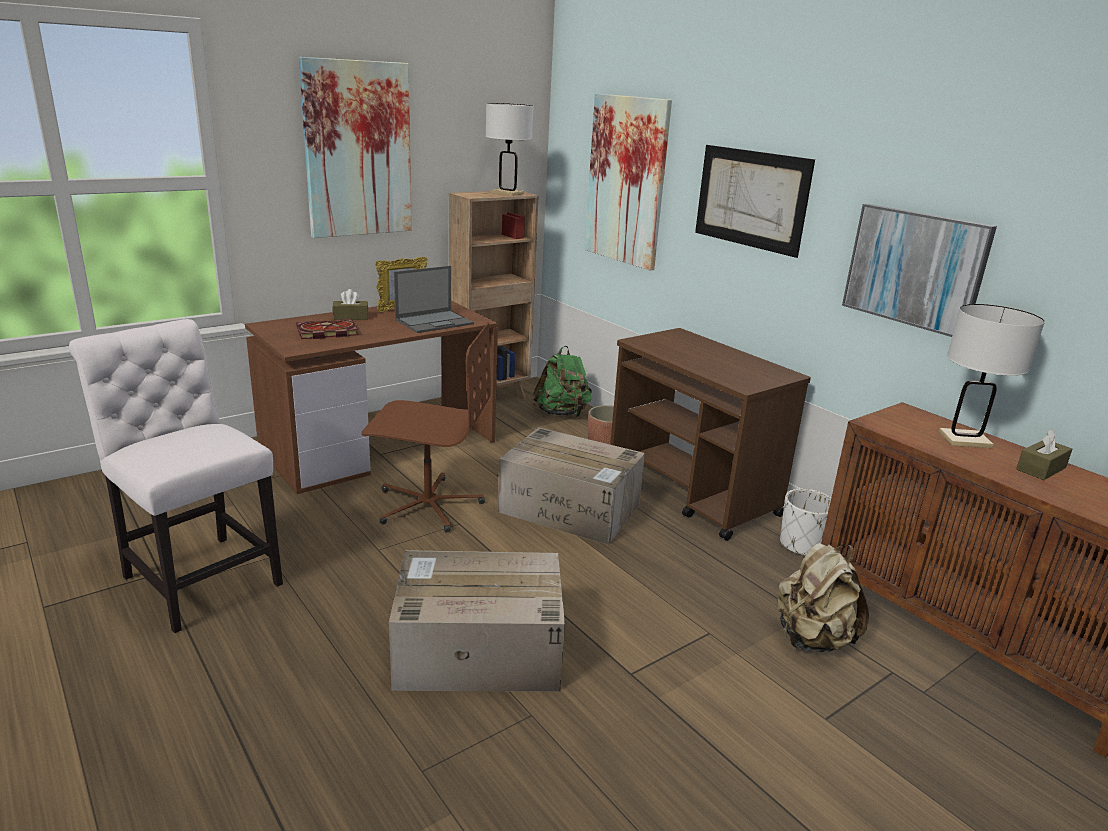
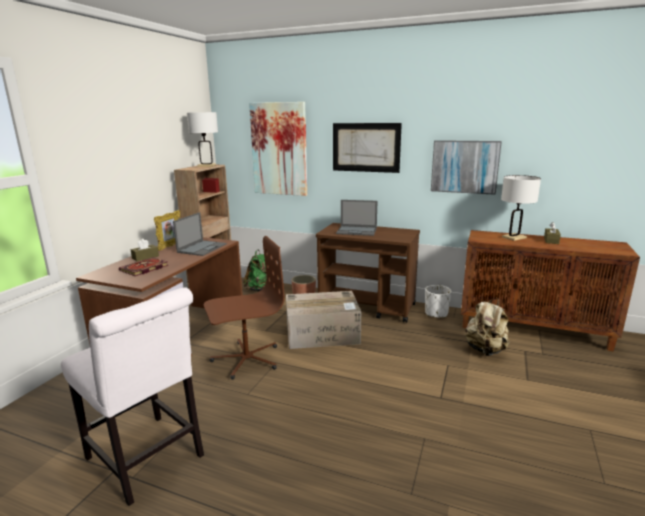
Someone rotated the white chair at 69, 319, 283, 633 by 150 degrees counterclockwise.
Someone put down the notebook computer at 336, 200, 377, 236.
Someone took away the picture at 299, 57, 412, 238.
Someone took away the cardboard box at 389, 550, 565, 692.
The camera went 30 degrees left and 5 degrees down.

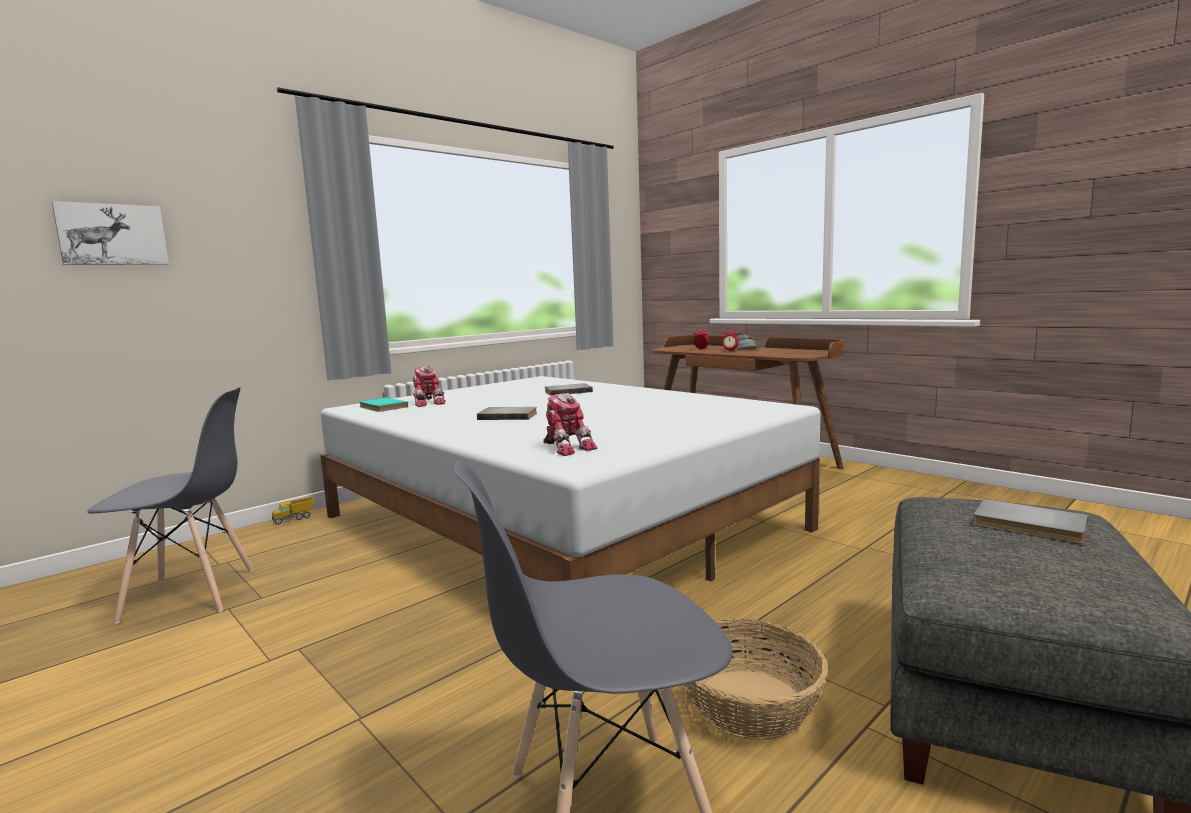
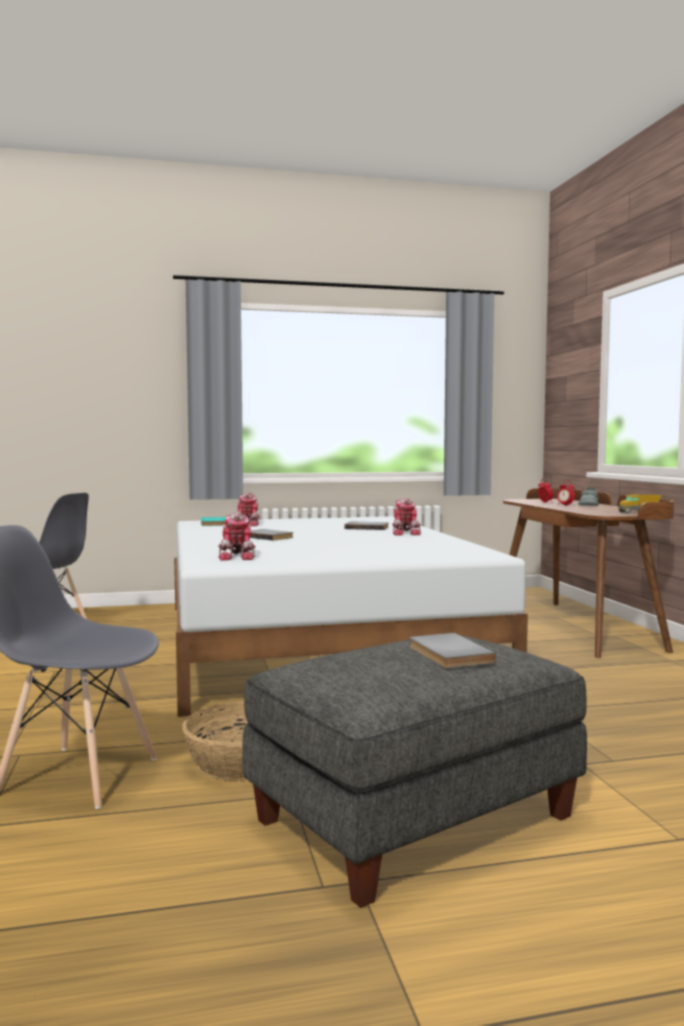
Someone put down the toy robot at 392, 498, 421, 536.
Someone carried the toy truck from 272, 497, 315, 525 to 618, 494, 662, 513.
Someone took away the picture at 52, 201, 169, 265.
The camera went 30 degrees right and 5 degrees down.

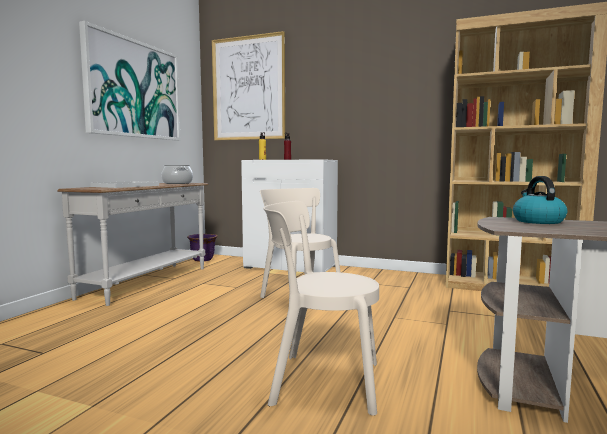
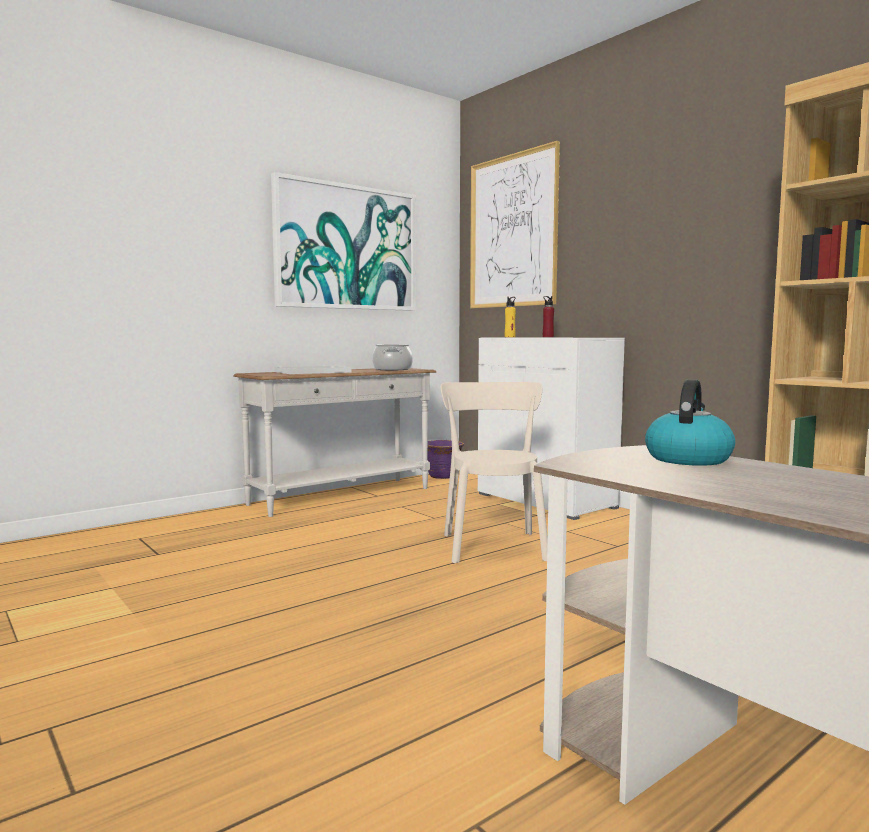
Someone took away the sand-coloured chair at 263, 201, 379, 416.
The camera went 30 degrees right and 0 degrees up.

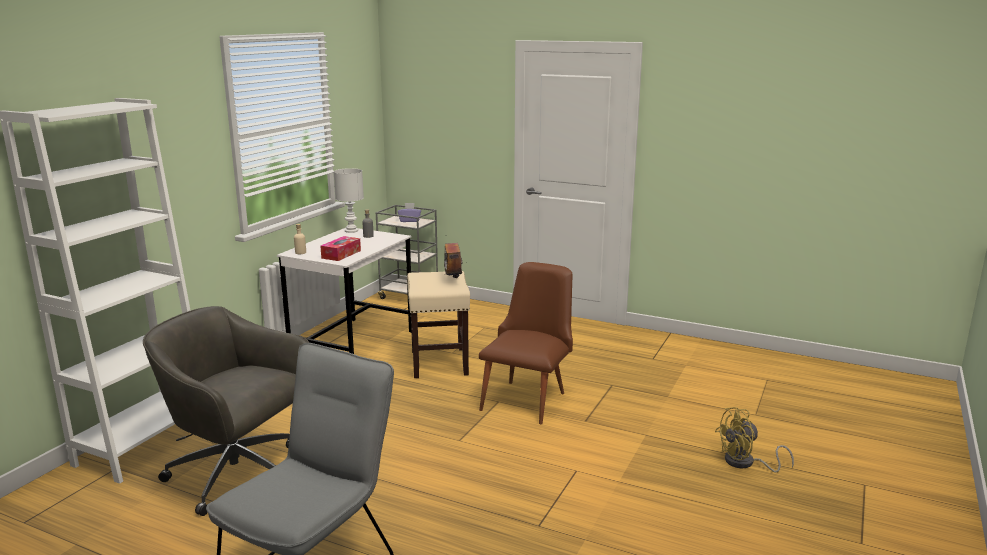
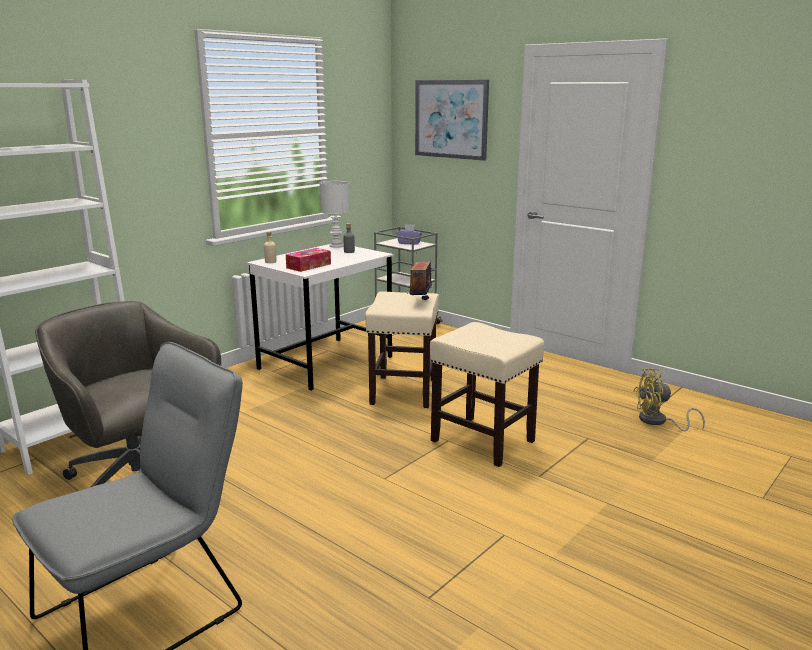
Someone put up the picture at 415, 80, 489, 161.
Someone swapped the brown-coloured chair at 479, 262, 573, 424 for the sand-coloured stool seat at 430, 322, 544, 467.
Someone carried the yellow electric fan from 715, 407, 794, 472 to 633, 368, 705, 431.
The camera went 15 degrees right and 0 degrees up.

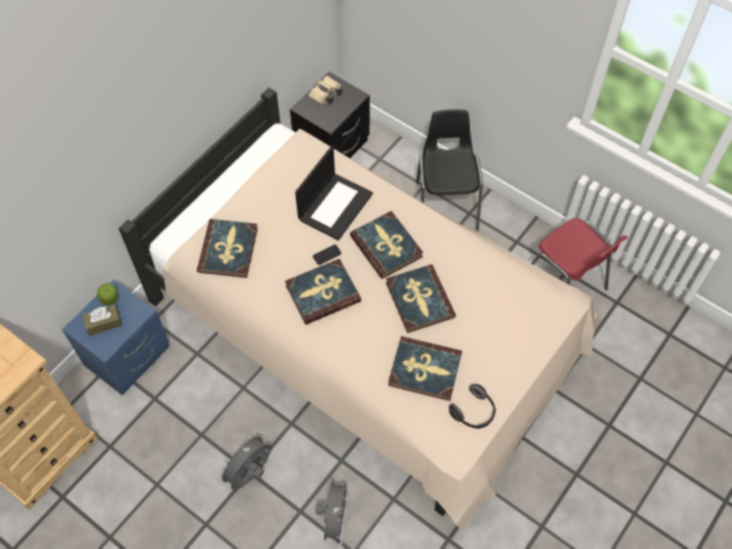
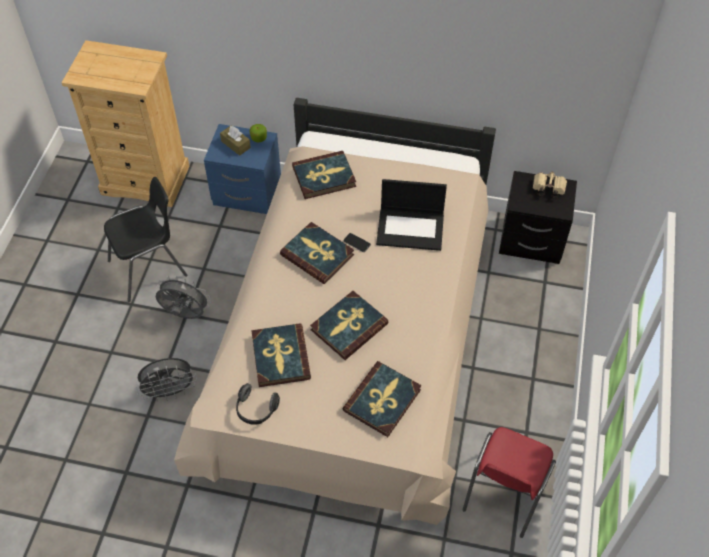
Someone carried the black chair from 416, 109, 483, 231 to 104, 177, 187, 302.
Someone carried the volume from 350, 211, 423, 279 to 342, 361, 421, 437.
The camera went 65 degrees right and 5 degrees down.

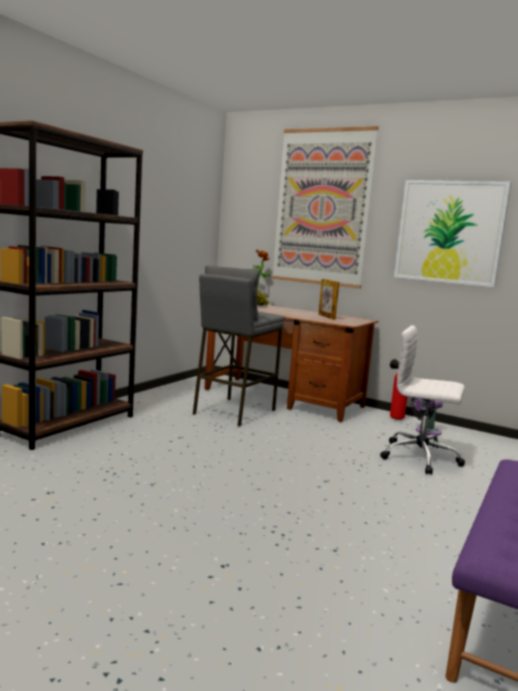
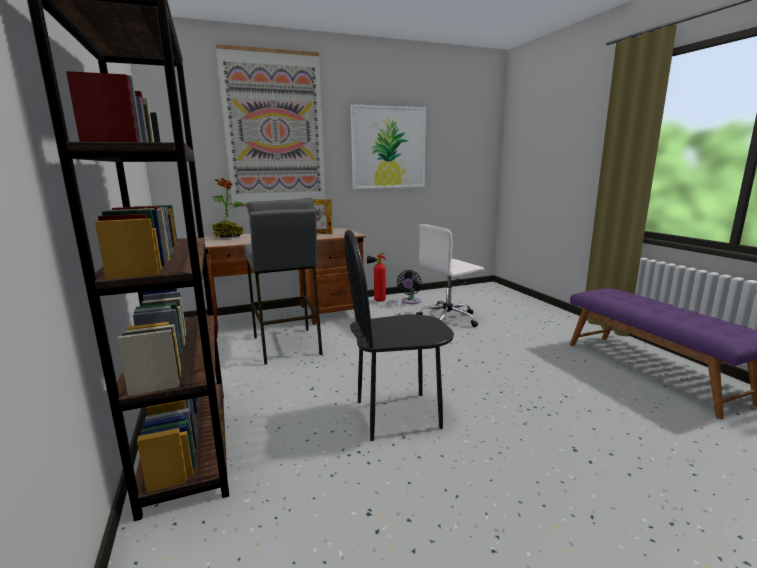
Someone put down the black chair at 344, 229, 454, 441.
The camera went 50 degrees left and 5 degrees up.

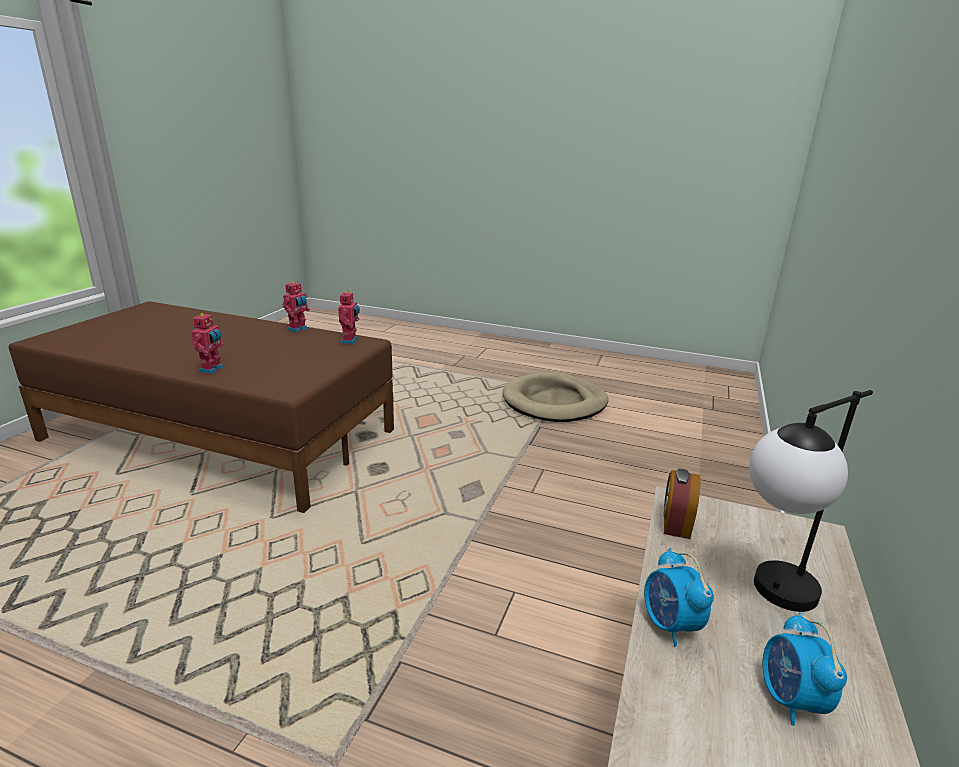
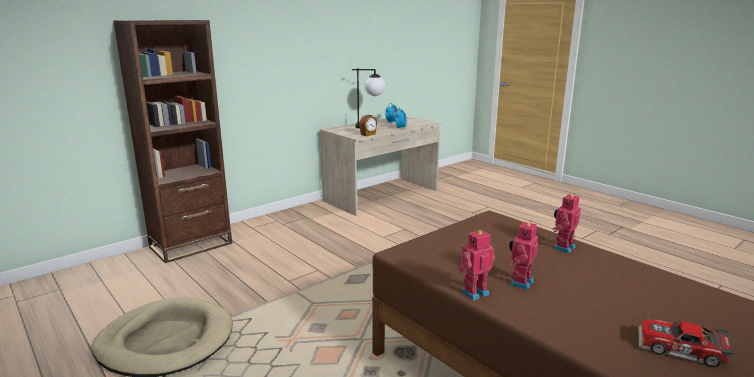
Someone put down the brown-coloured bookshelf at 113, 20, 232, 263.
Someone carried the toy robot from 338, 291, 360, 344 to 509, 220, 538, 290.
Someone put down the toy car at 638, 320, 734, 367.
The camera went 150 degrees left and 5 degrees down.

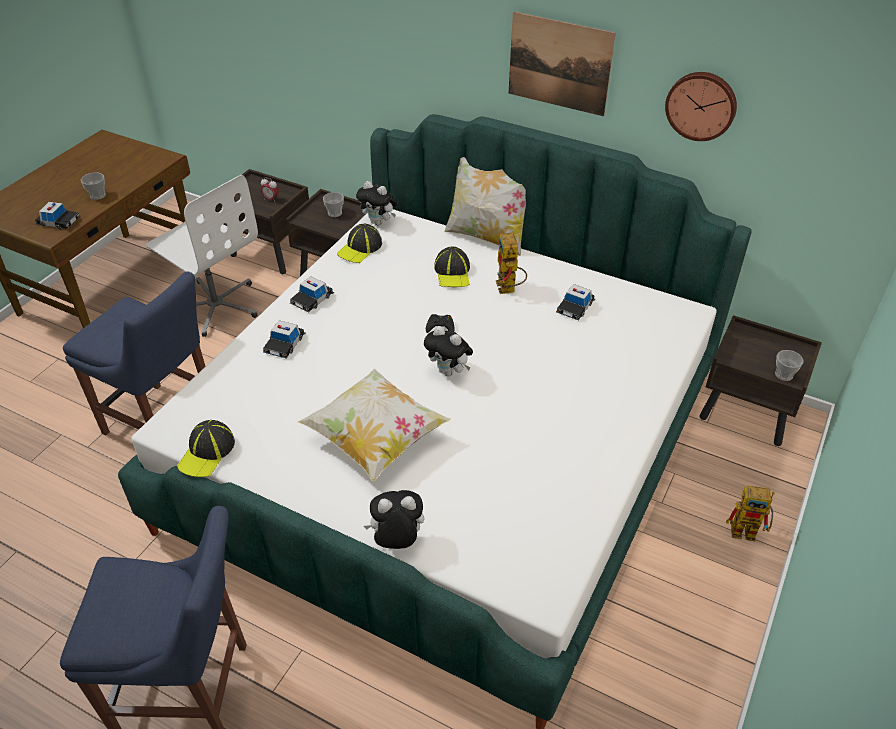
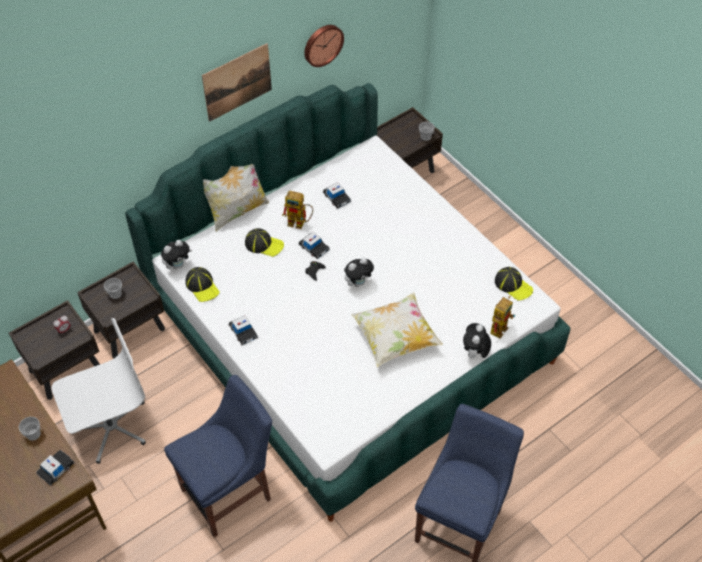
Someone carried the toy car from 263, 320, 305, 359 to 298, 232, 330, 259.
Someone carried the toy robot from 726, 485, 775, 541 to 490, 296, 515, 339.
Someone carried the peaked cap from 177, 420, 235, 477 to 495, 267, 533, 301.
The camera went 65 degrees left and 10 degrees up.

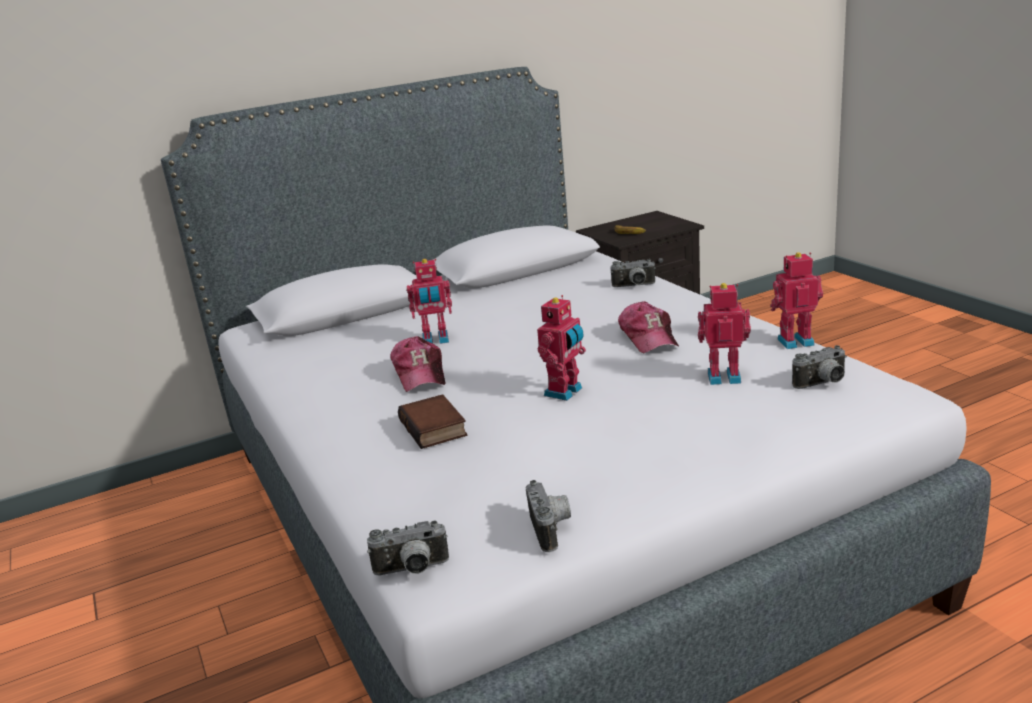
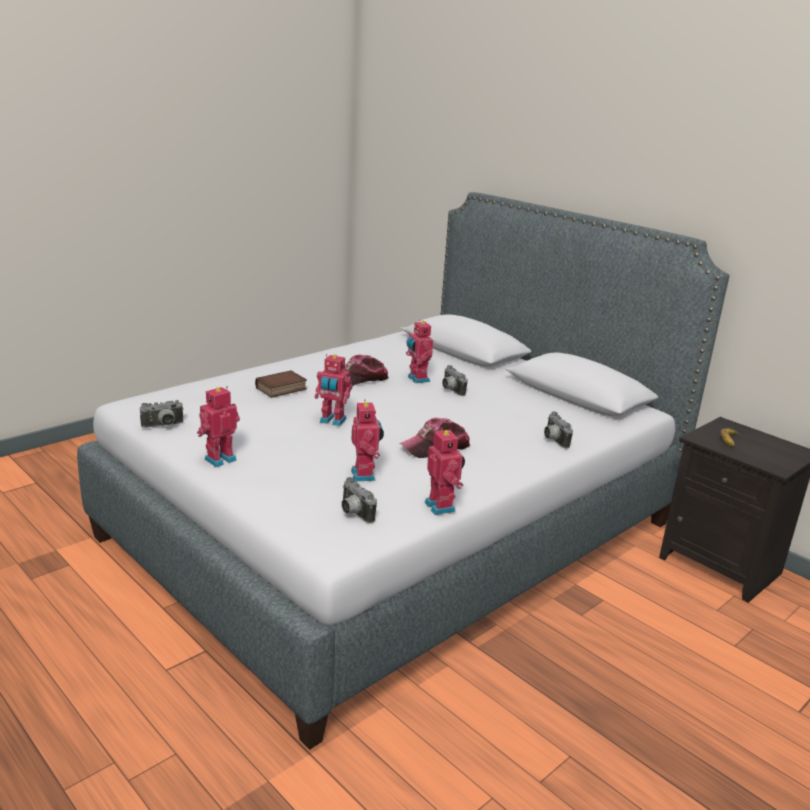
Someone put down the toy robot at 197, 386, 240, 467.
Someone carried the photo camera from 367, 520, 449, 575 to 442, 365, 468, 396.
The camera went 70 degrees right and 0 degrees up.

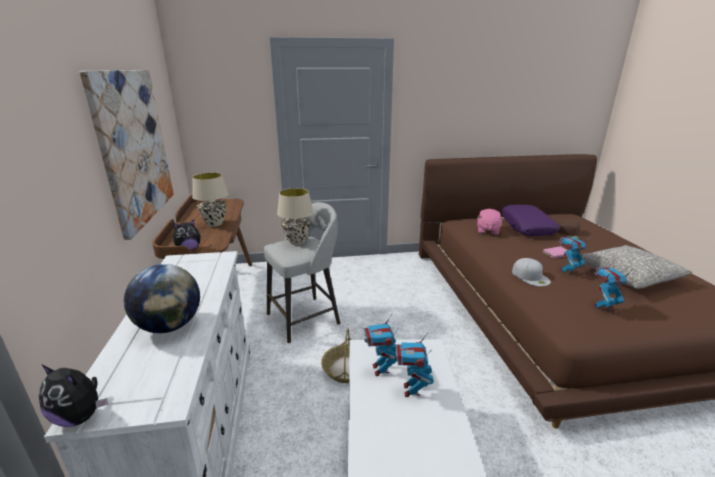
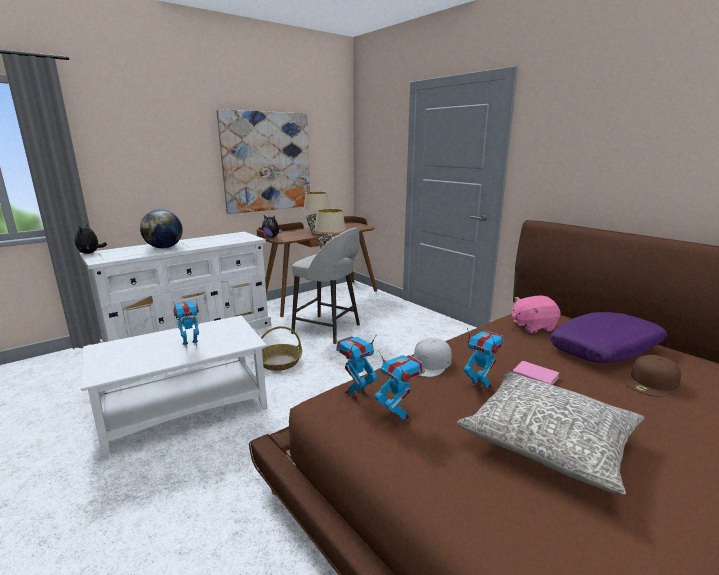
Someone carried the toy robot from 363, 316, 398, 376 to 336, 334, 377, 399.
The camera went 60 degrees right and 5 degrees down.

